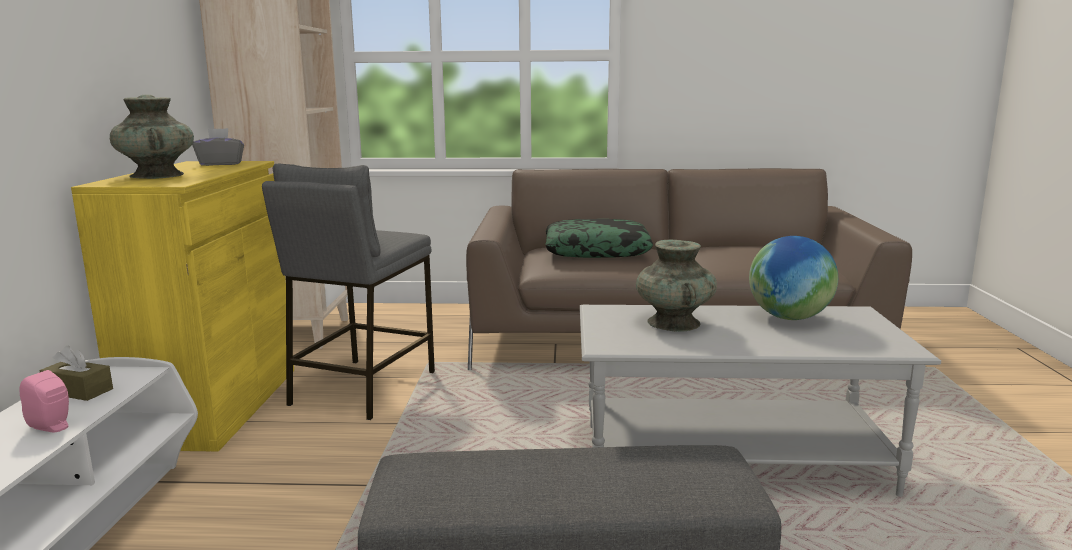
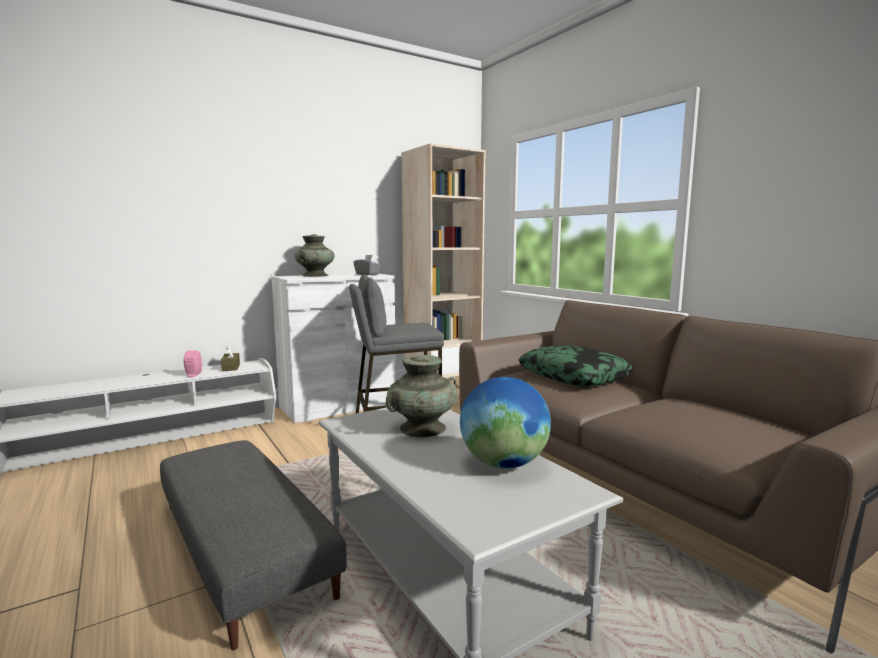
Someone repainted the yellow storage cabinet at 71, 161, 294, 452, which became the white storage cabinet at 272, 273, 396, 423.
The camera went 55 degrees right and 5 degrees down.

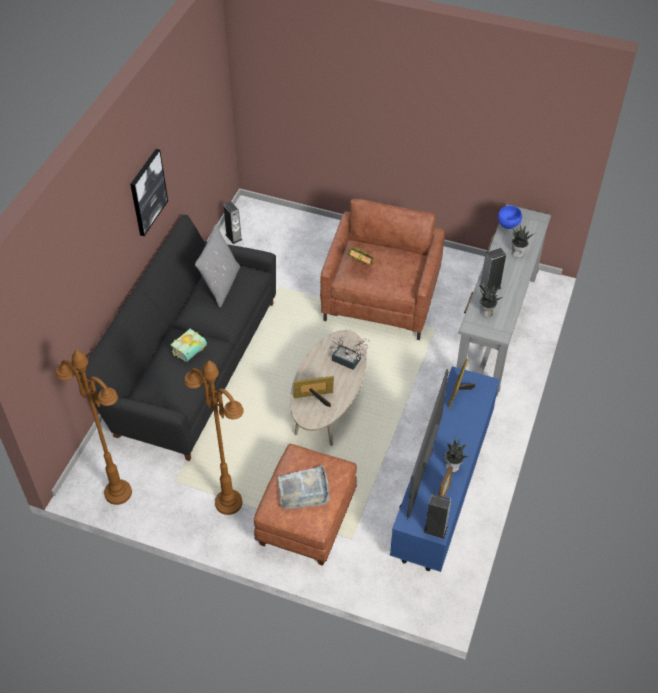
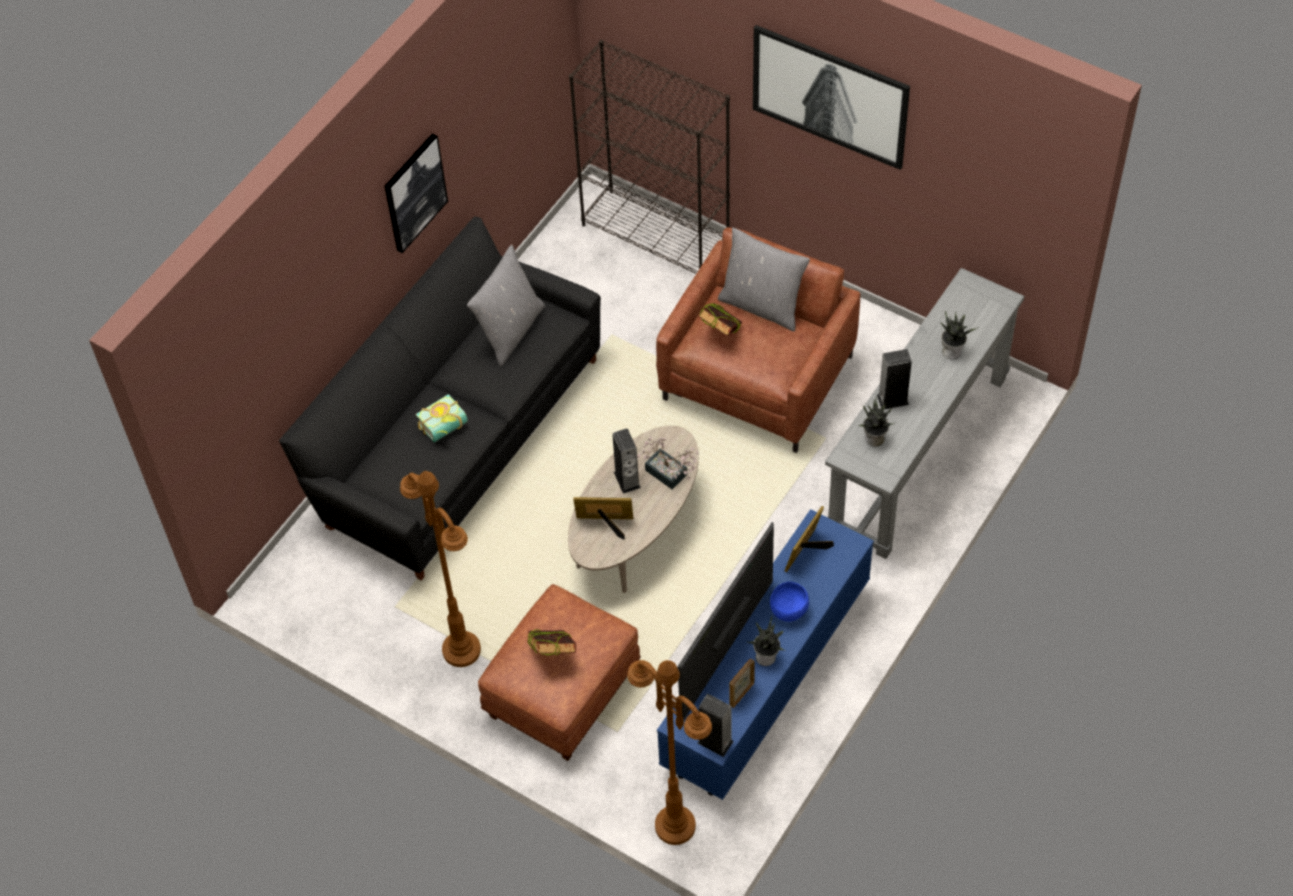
Someone swapped the greyish serving tray at 278, 465, 329, 509 for the volume at 527, 629, 576, 655.
Someone put down the black bookshelf at 569, 40, 730, 274.
Someone carried the loudspeaker from 223, 202, 242, 244 to 612, 429, 641, 494.
Someone carried the brown-coloured floor lamp from 56, 350, 132, 505 to 627, 660, 712, 845.
Someone put down the greyish cushion at 718, 228, 810, 331.
Someone put up the picture at 753, 25, 910, 170.
Someone carried the bluish deep dish from 498, 205, 522, 229 to 770, 582, 809, 622.
The camera went 15 degrees right and 5 degrees up.

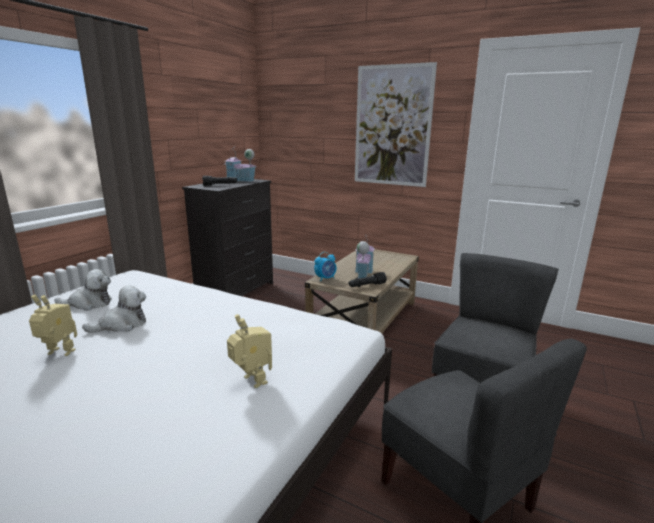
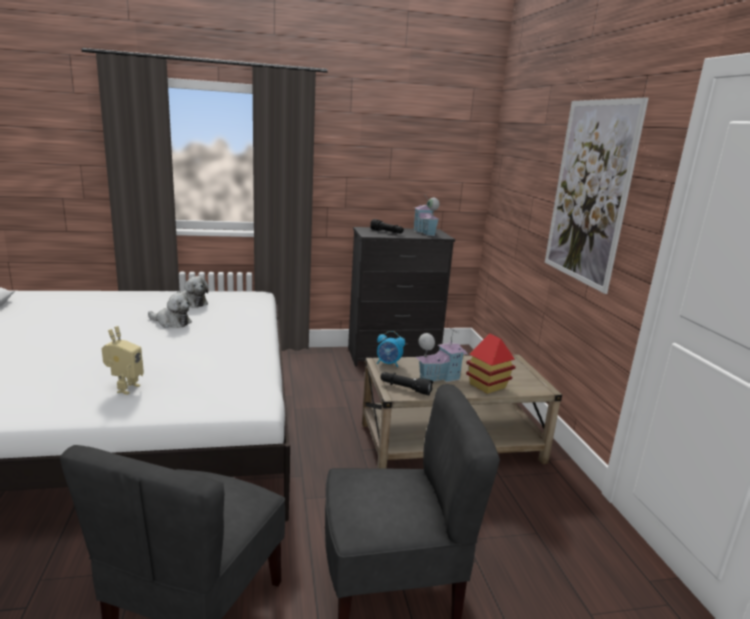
Someone put down the toy house at 466, 333, 516, 394.
Someone took away the toy robot at 29, 295, 77, 356.
The camera went 50 degrees right and 0 degrees up.

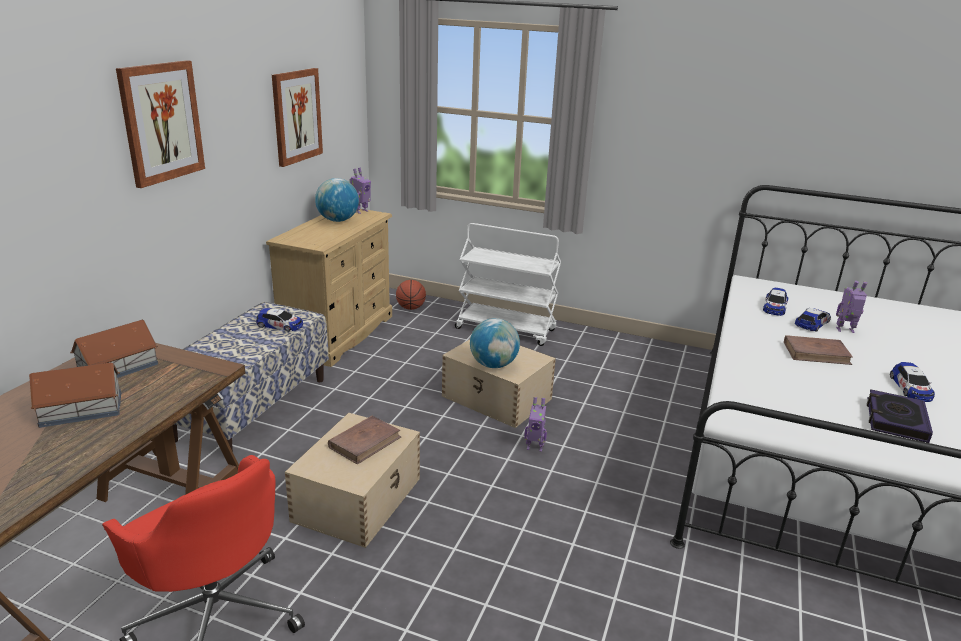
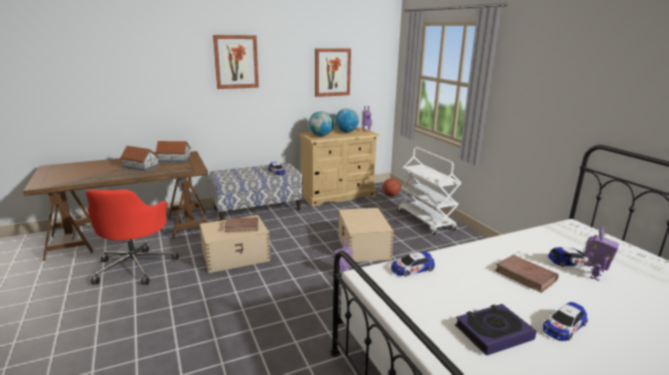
Someone carried the world globe from 470, 318, 520, 368 to 309, 111, 334, 136.
Someone carried the toy car from 763, 288, 788, 316 to 391, 252, 435, 276.
Someone rotated the toy robot at 836, 281, 867, 333 by 75 degrees clockwise.
The camera went 45 degrees right and 5 degrees down.

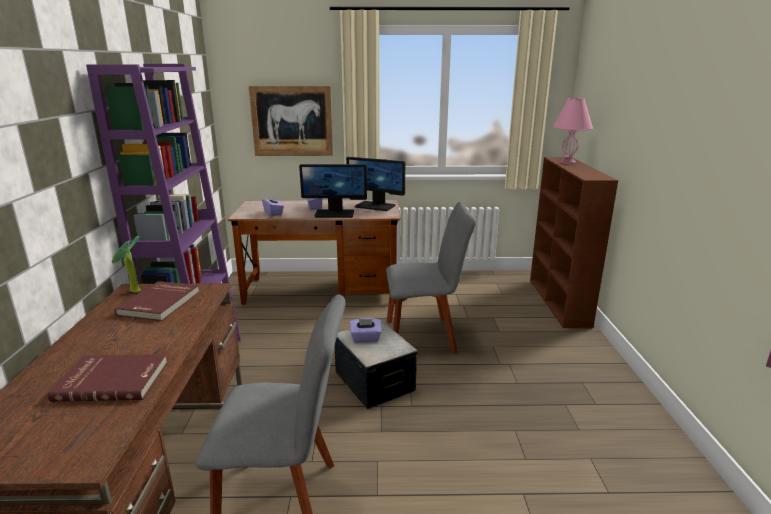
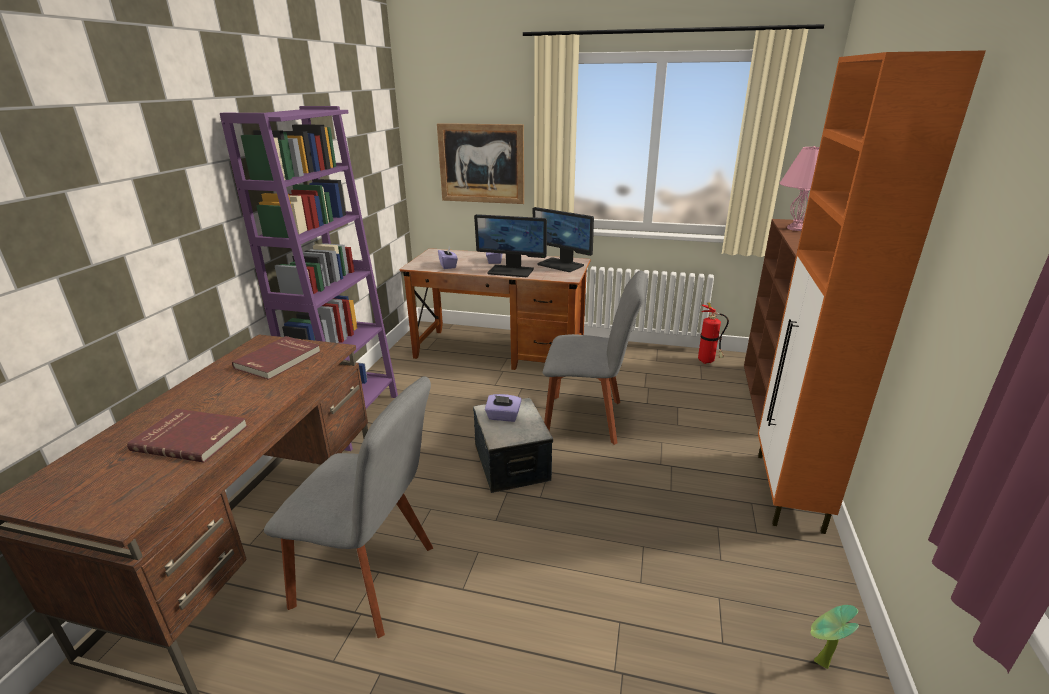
Someone put down the fire-fighting cylinder at 698, 302, 729, 364.
Someone put down the orange storage cabinet at 758, 50, 986, 534.
Someone carried the potted plant from 112, 236, 141, 293 to 810, 605, 859, 669.
The camera went 15 degrees right and 5 degrees up.

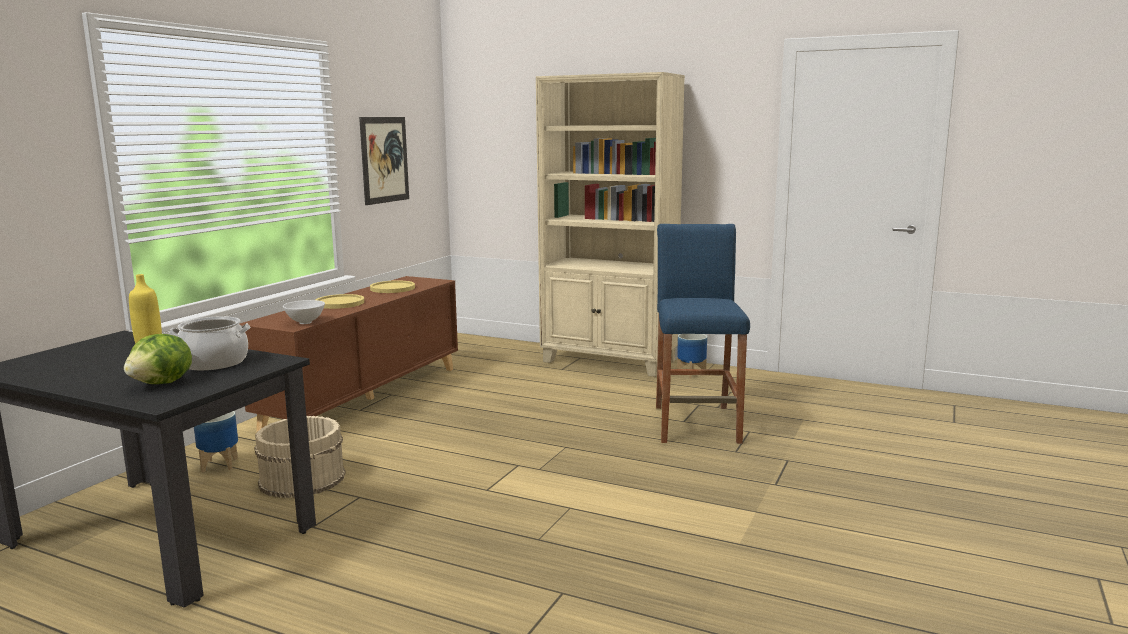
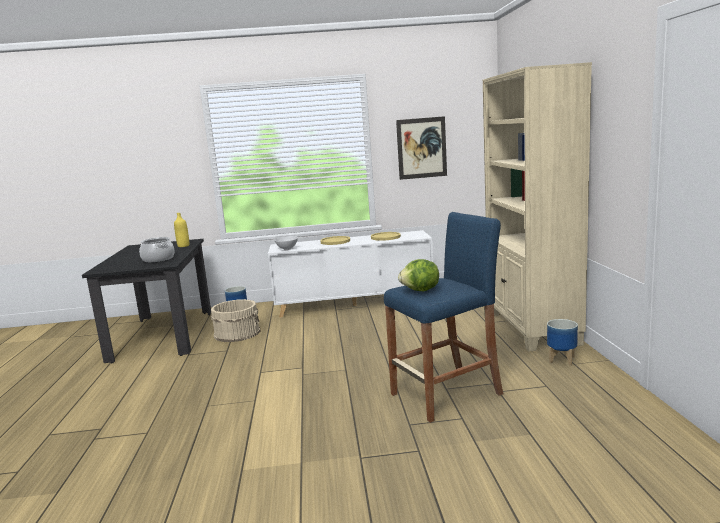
Someone repainted the brown-coloured storage cabinet at 240, 276, 458, 433, which became the white storage cabinet at 268, 230, 433, 318.
Someone carried the lettuce head from 124, 334, 192, 384 to 398, 259, 439, 291.
The camera went 60 degrees right and 0 degrees up.

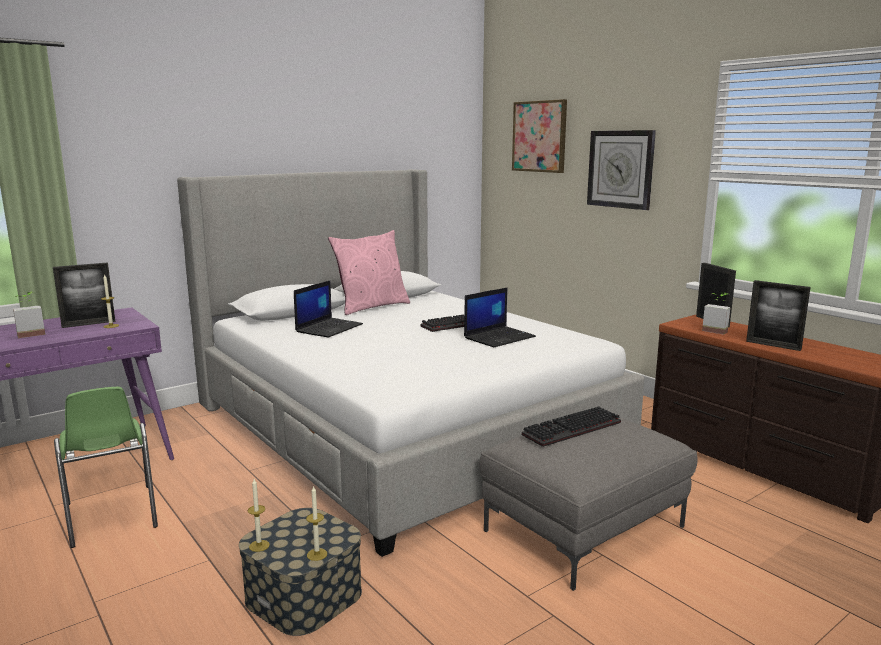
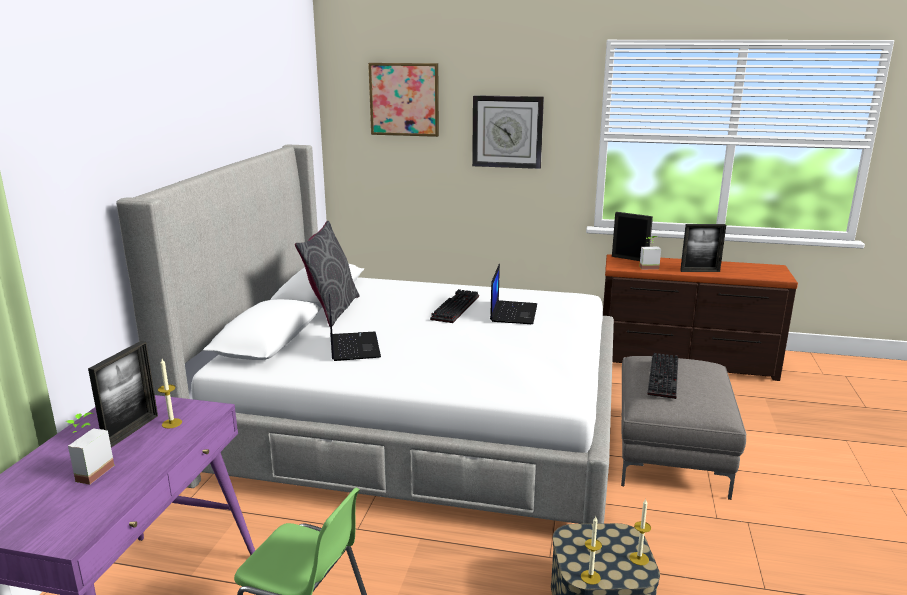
Someone repainted the pink-coloured cushion at 328, 230, 410, 315, which became the greyish cushion at 295, 221, 360, 326.
The camera went 40 degrees left and 5 degrees up.

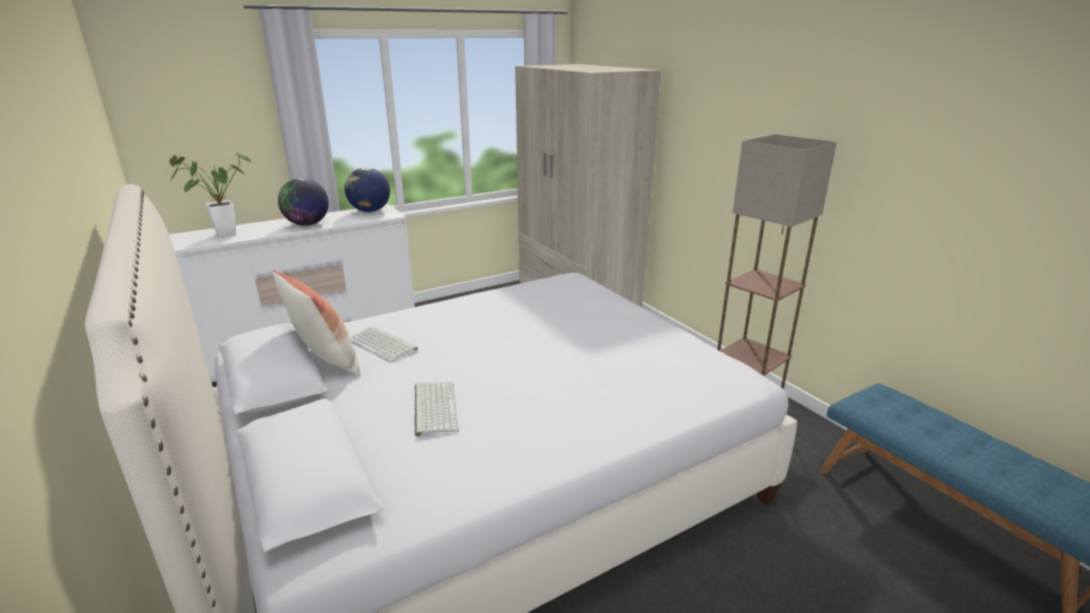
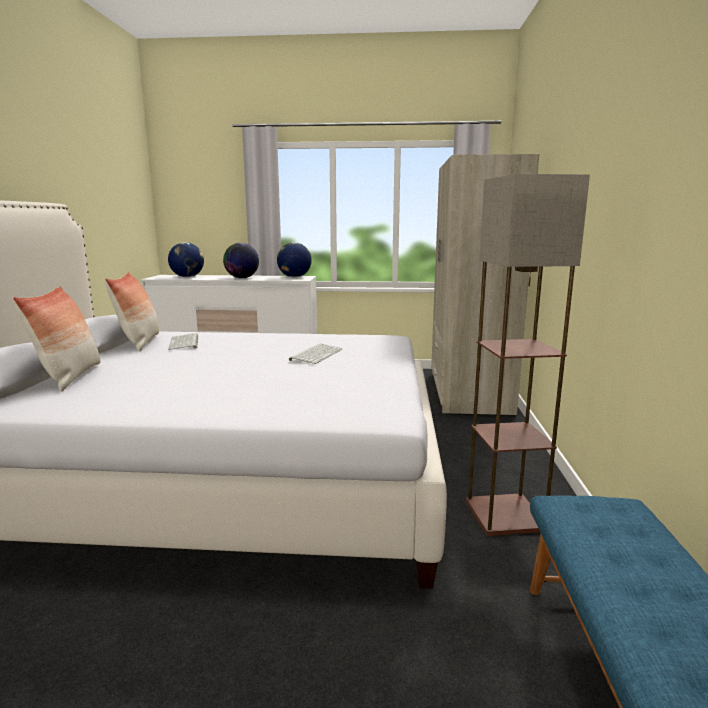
Someone put down the cushion at 12, 286, 101, 391.
Someone swapped the potted plant at 169, 152, 252, 237 for the world globe at 168, 242, 204, 277.
Someone carried the computer keyboard from 414, 382, 459, 437 to 289, 343, 343, 364.
The camera went 35 degrees right and 10 degrees down.

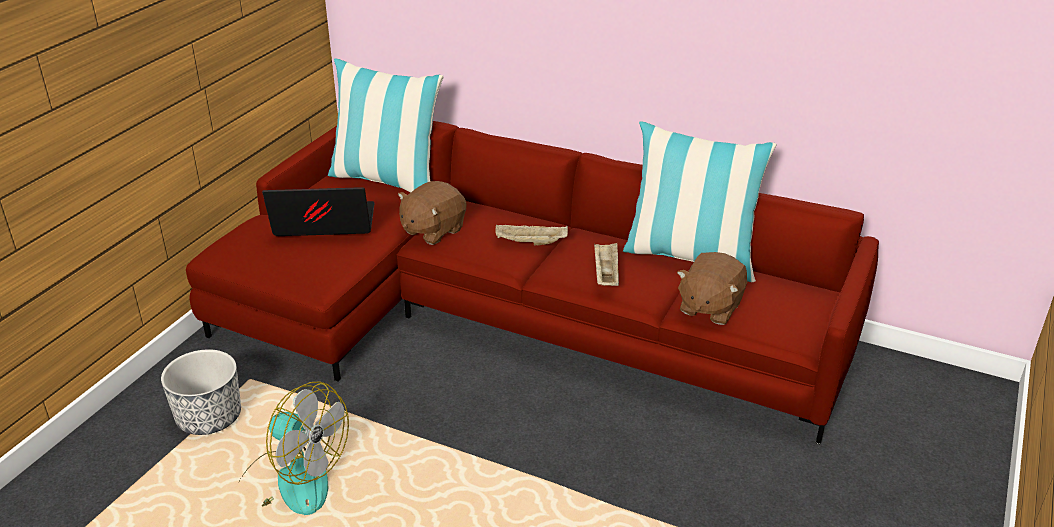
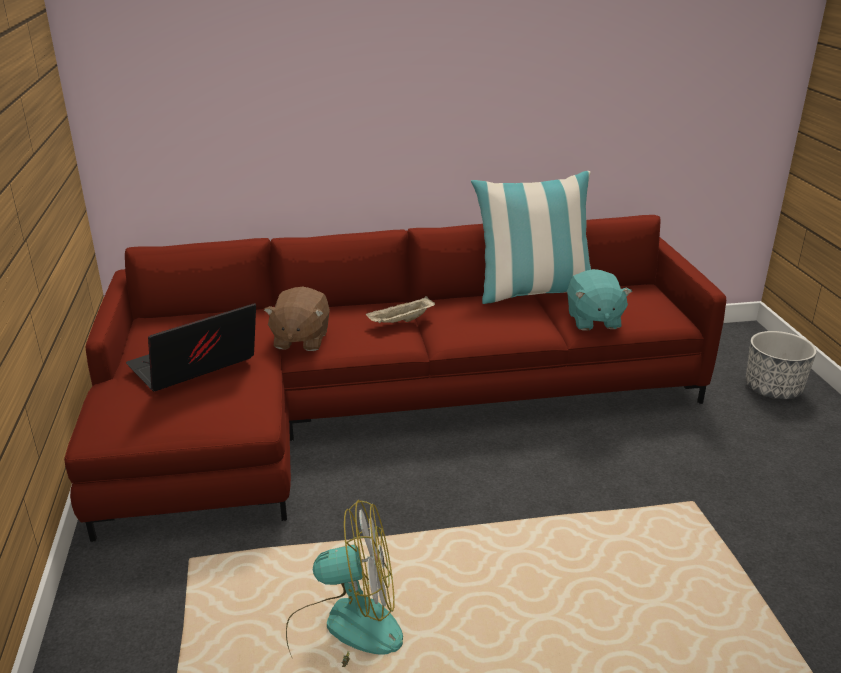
Someone repainted the brown-coloured plush toy at 677, 252, 747, 325, which became the turquoise plush toy at 567, 269, 632, 331.
Someone carried the flower pot from 161, 349, 241, 435 to 745, 331, 817, 399.
Someone took away the cushion at 328, 58, 444, 193.
Someone took away the sand-coloured serving tray at 594, 243, 619, 286.
The camera went 35 degrees left and 5 degrees down.

